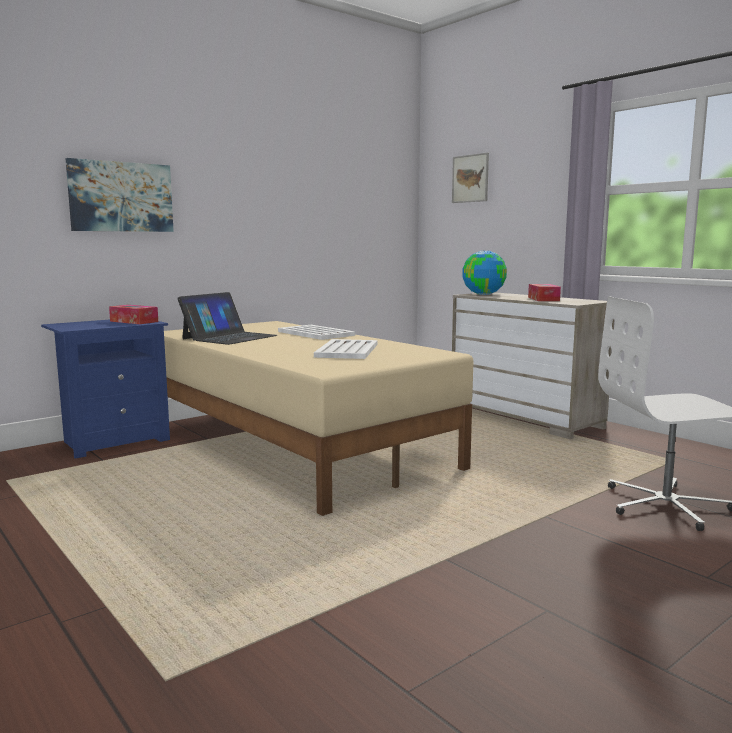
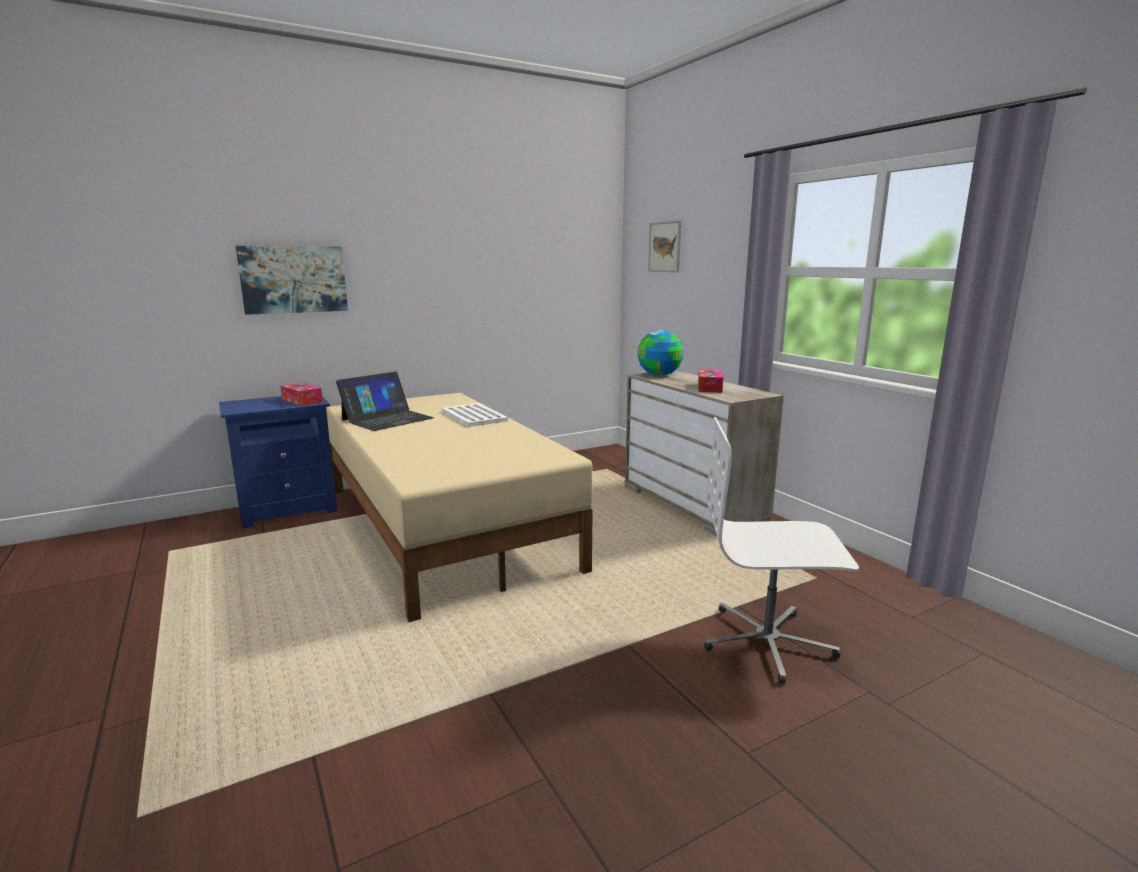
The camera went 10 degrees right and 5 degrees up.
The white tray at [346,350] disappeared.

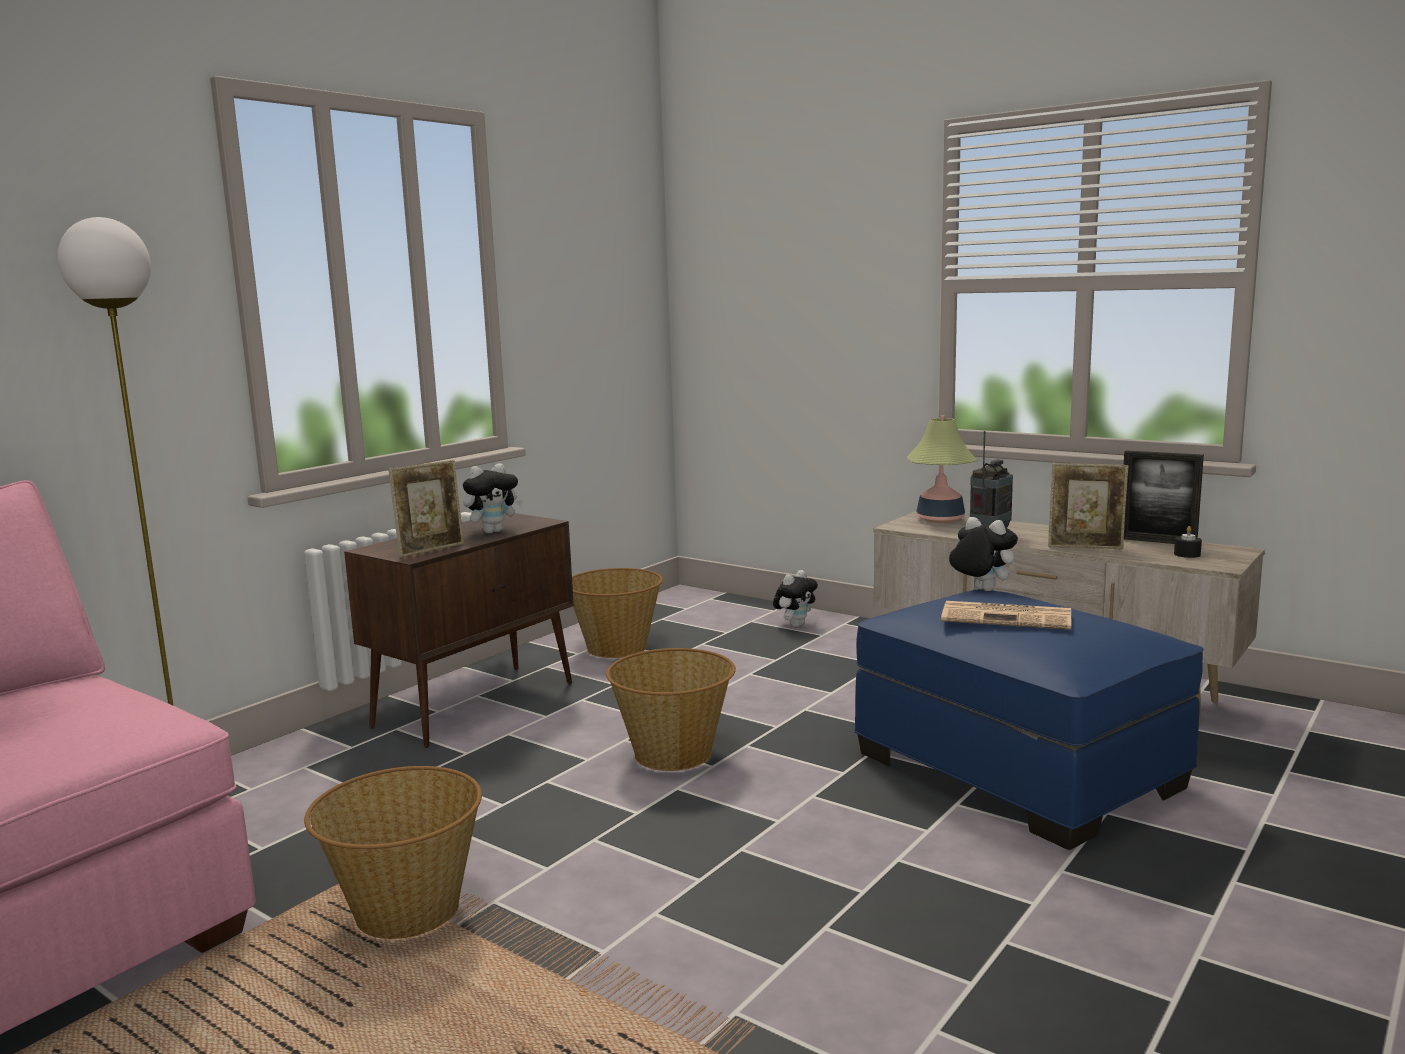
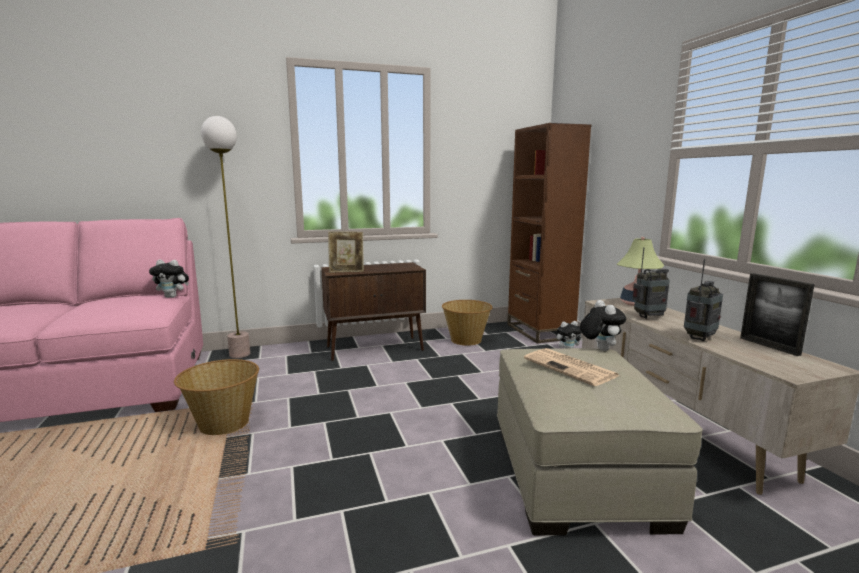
The camera went 35 degrees right and 0 degrees up.
The plush toy moved from [493,531] to [173,297].
The blue ottoman at [1014,768] became the beige ottoman at [574,470].
The brown bookcase at [539,331] appeared.
The picture frame at [1085,547] was replaced by the radio at [699,338].
The basket at [674,754] disappeared.
The black candle at [1187,554] disappeared.

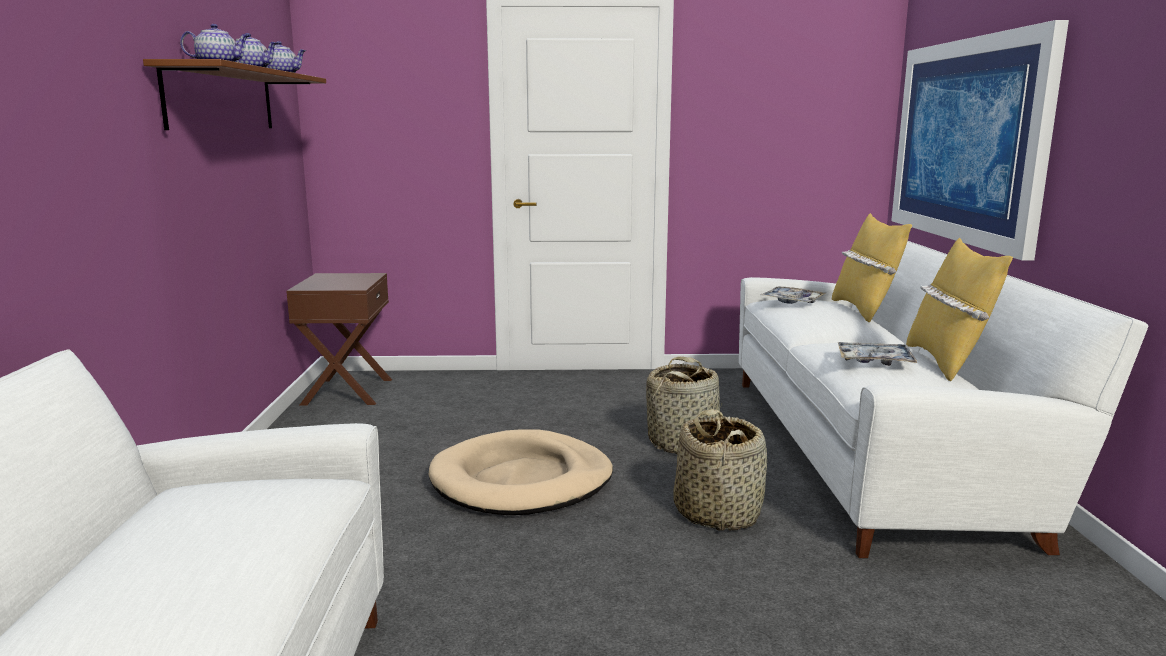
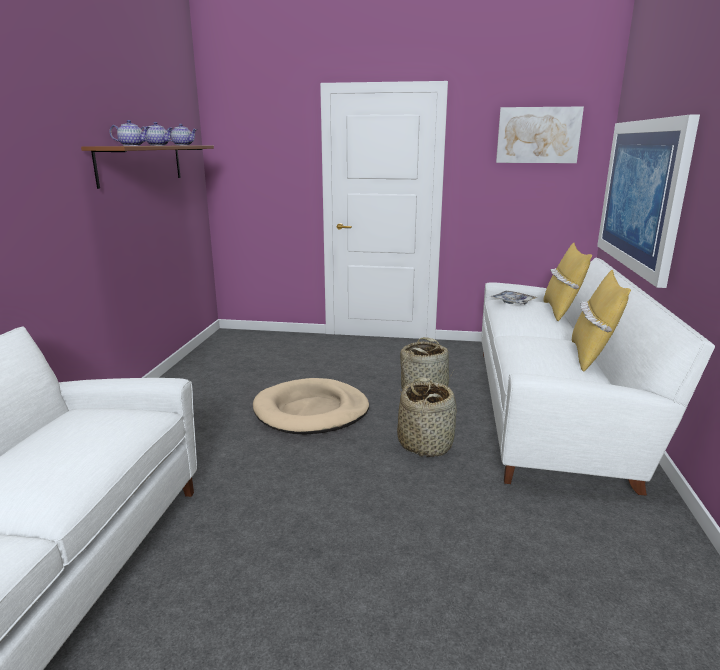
The camera went 10 degrees right and 5 degrees up.
The picture at [538,135] appeared.
The brown nightstand at [346,391] disappeared.
The tray at [874,361] disappeared.

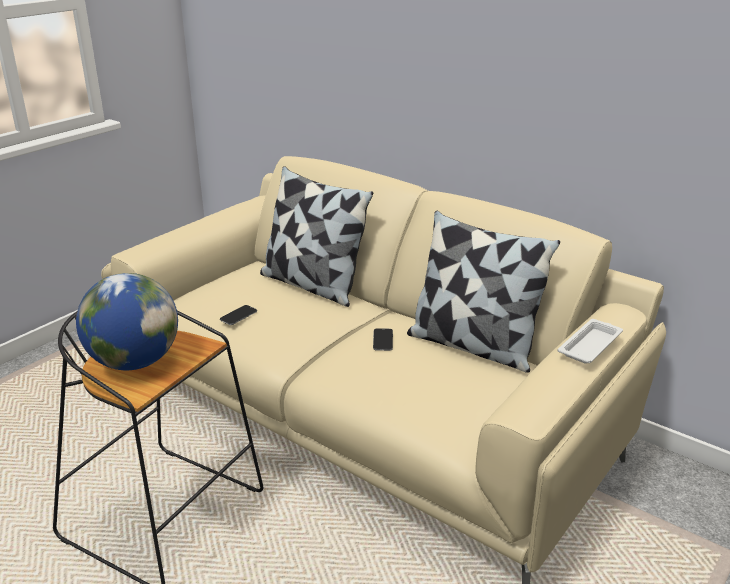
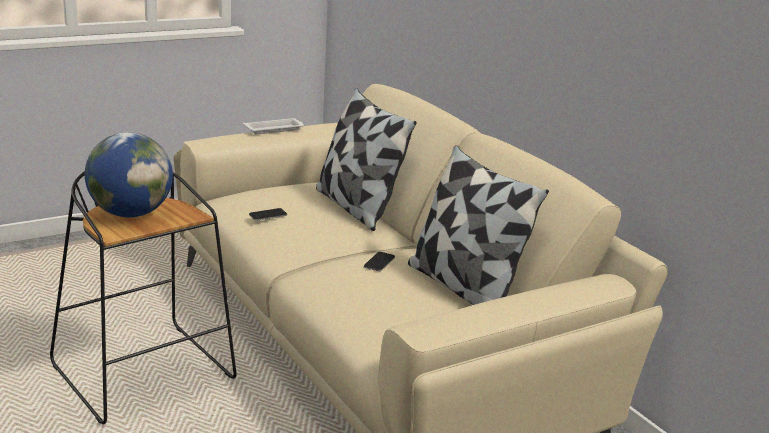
The camera went 20 degrees right and 5 degrees down.
The white tray moved from [590,345] to [274,129].

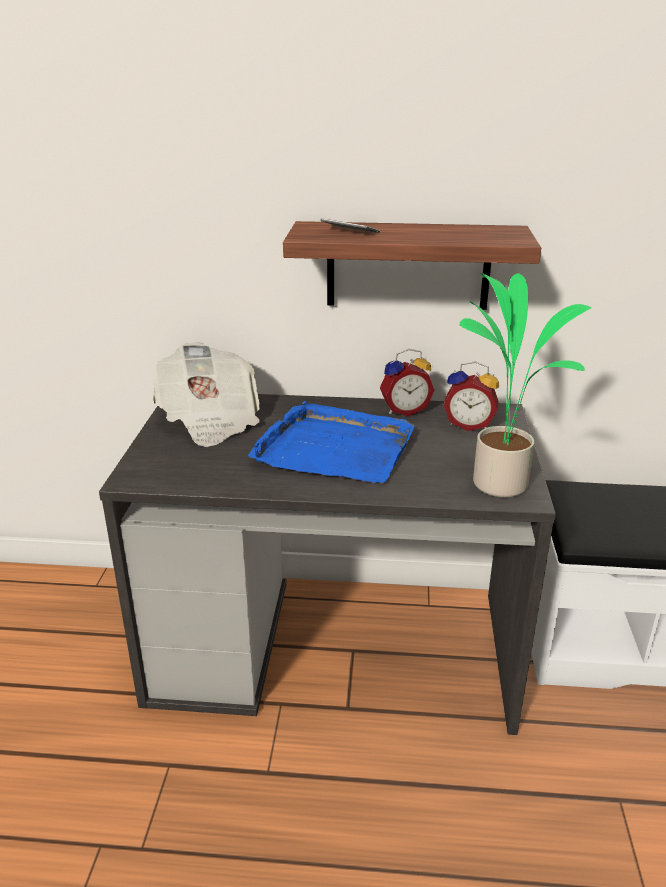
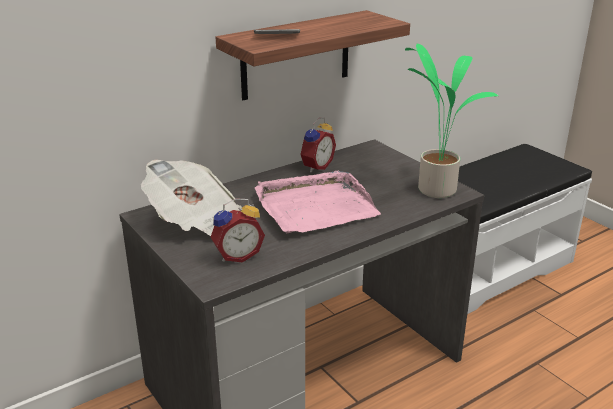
The camera went 40 degrees left and 0 degrees up.
The alarm clock moved from [469,424] to [237,255].
The blue tray at [335,448] became the pink tray at [314,207].

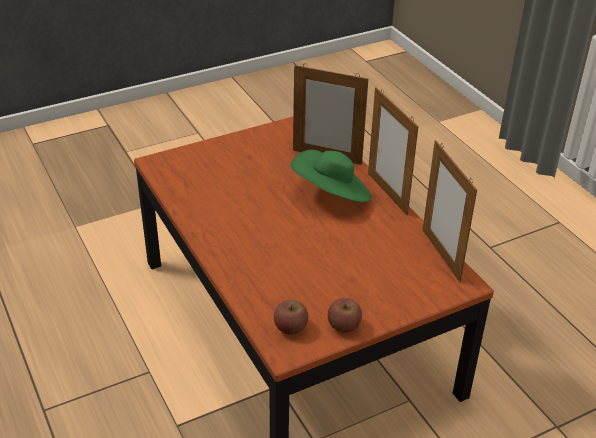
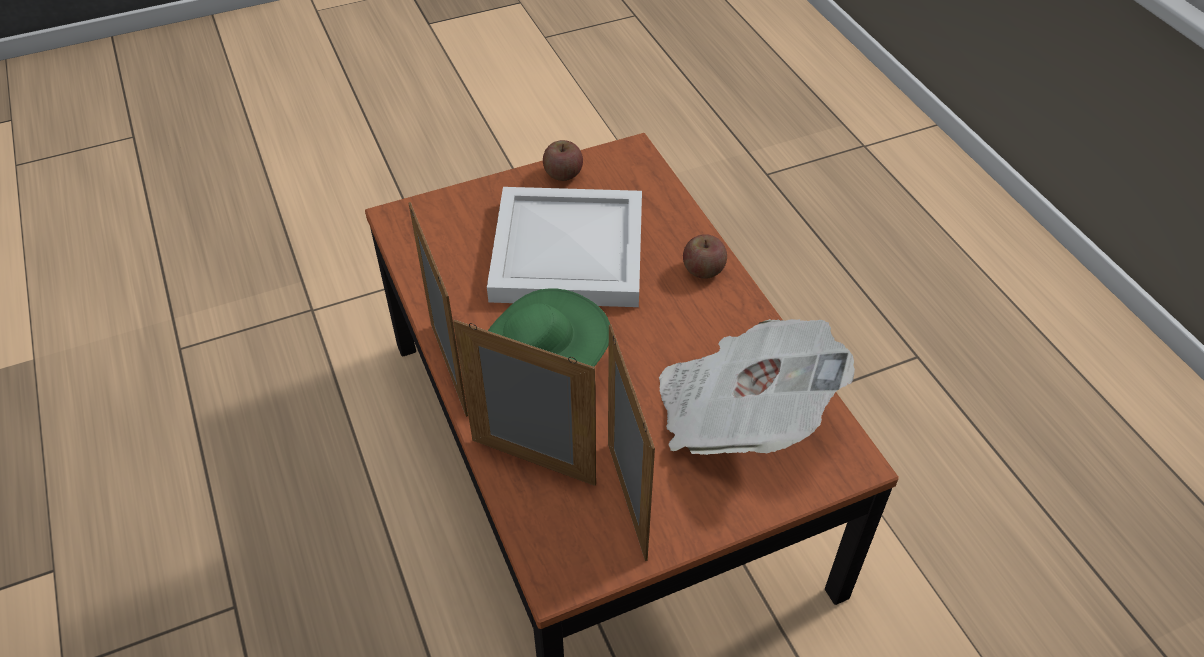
The camera went 175 degrees left and 10 degrees up.
The white tray at [566,250] appeared.
The picture frame moved from [441,255] to [626,499].
The newspaper at [741,414] appeared.
The apple moved from [290,327] to [703,270].

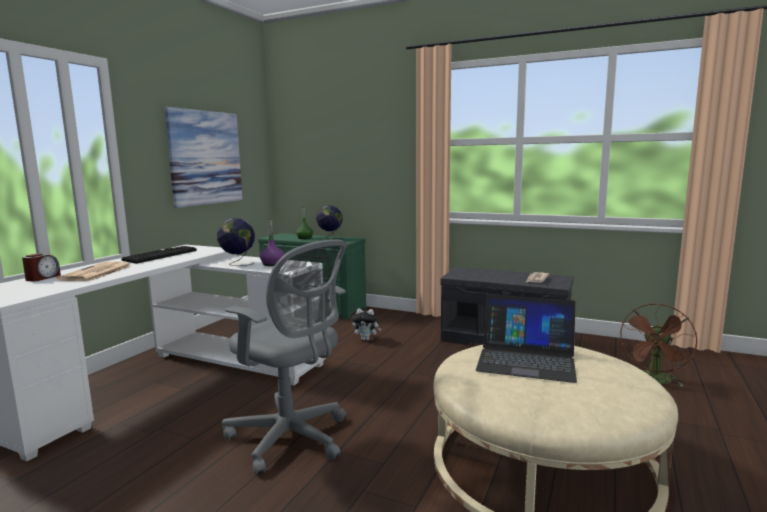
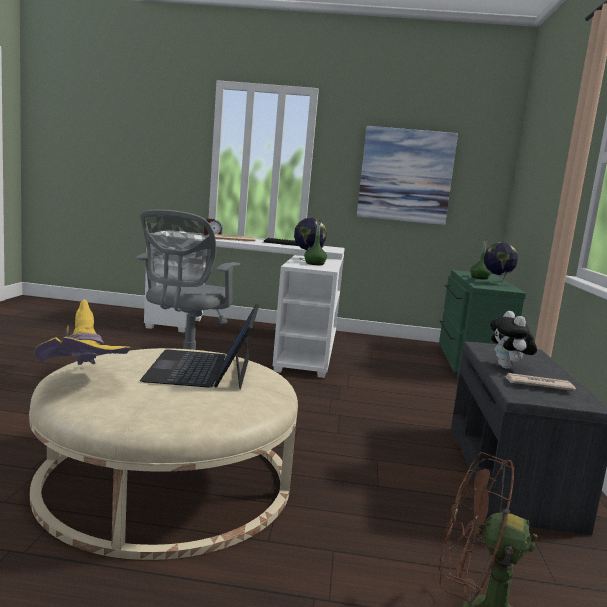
The camera went 70 degrees right and 0 degrees up.
The yellow hat at [83,383] appeared.
The purple bottle at [272,264] became the green bottle at [314,264].
The plush toy moved from [366,339] to [508,368].

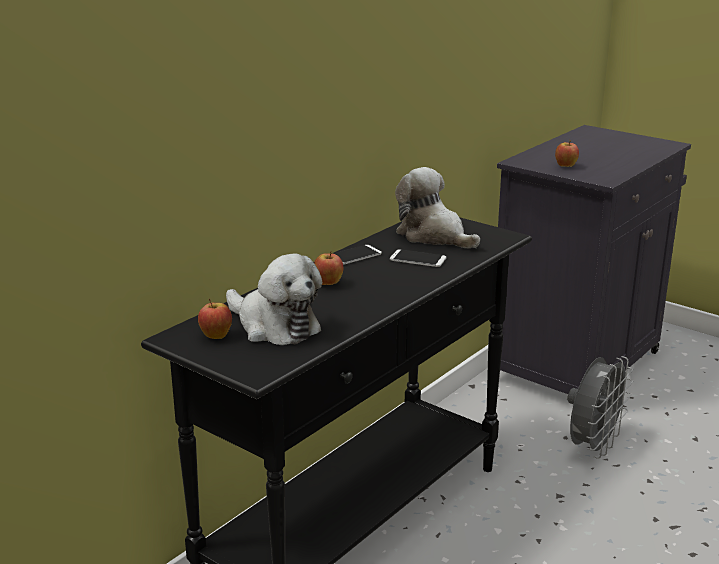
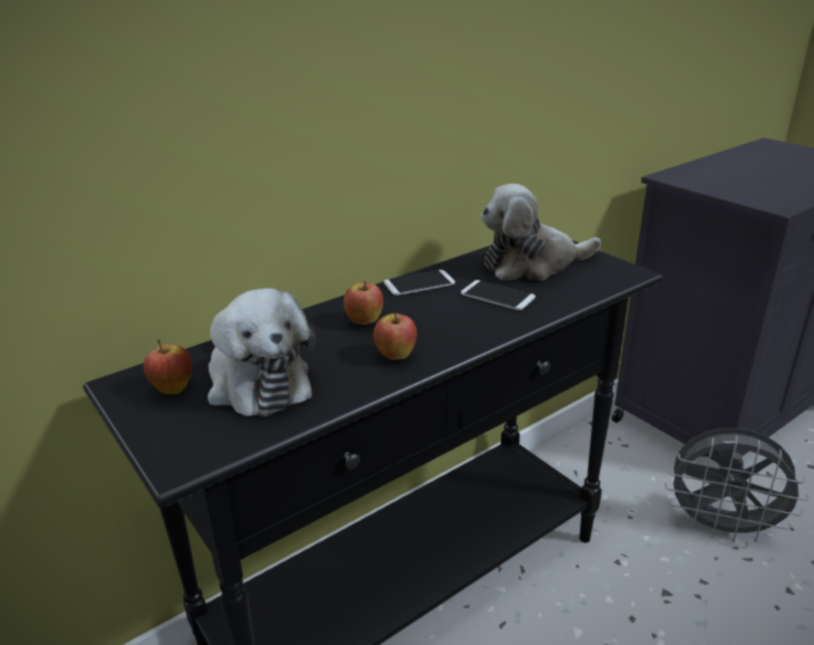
The camera went 15 degrees right and 5 degrees up.
The apple moved from [565,167] to [396,357].
The plush toy at [434,236] turned 75 degrees counterclockwise.
The grey fan at [593,447] turned 60 degrees clockwise.

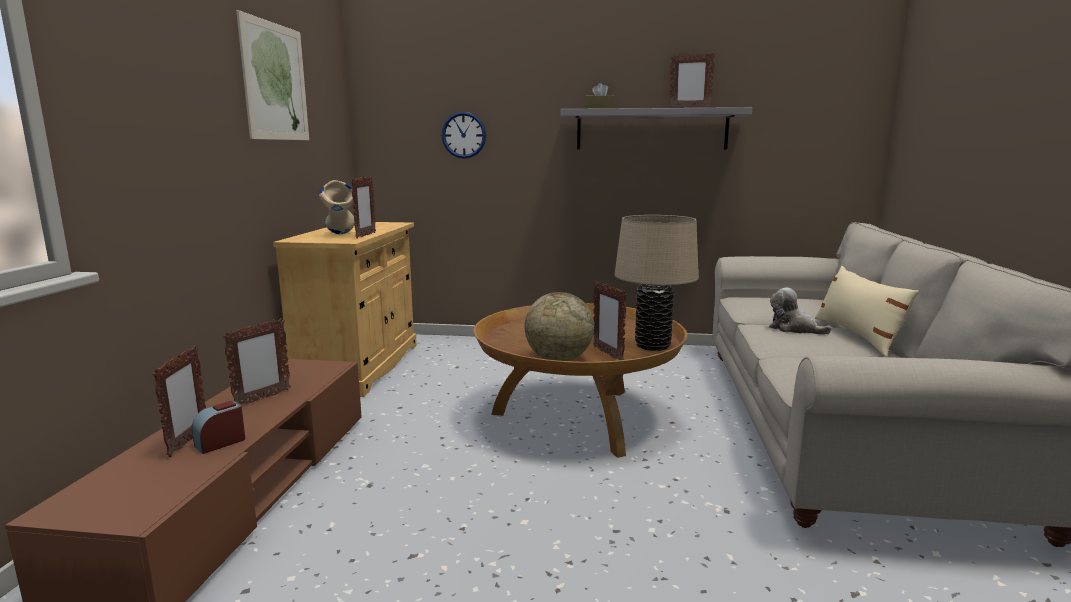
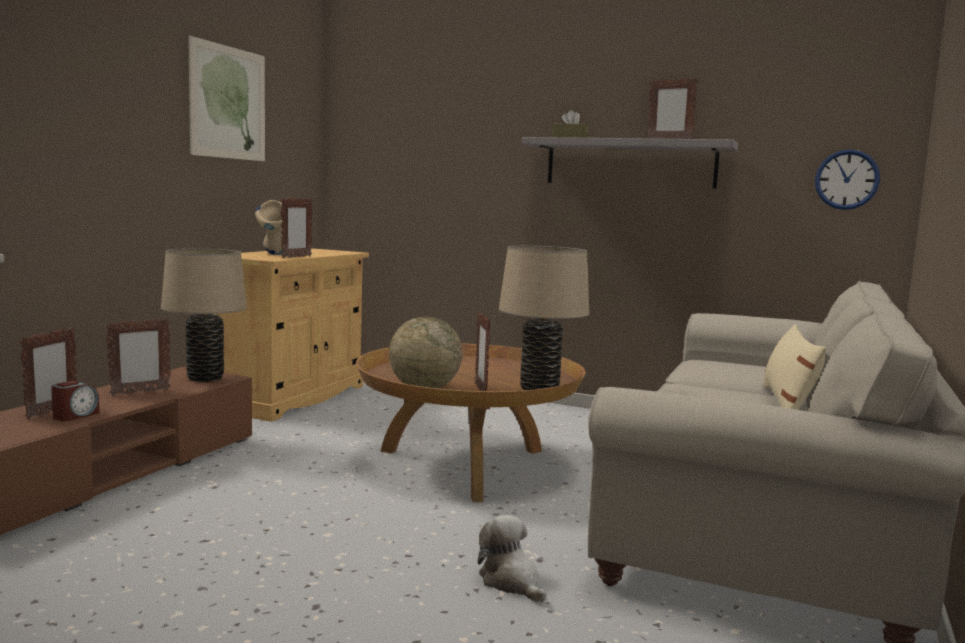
The camera went 15 degrees right and 5 degrees down.
The alarm clock at [220,443] turned 150 degrees clockwise.
The beige table lamp at [205,378] appeared.
The plush toy moved from [794,329] to [511,582].
The wall clock moved from [464,135] to [846,179].

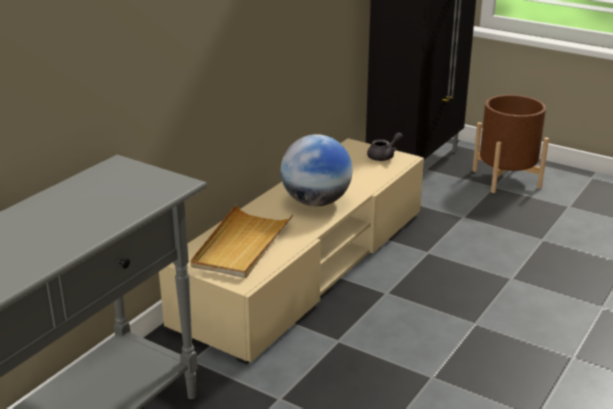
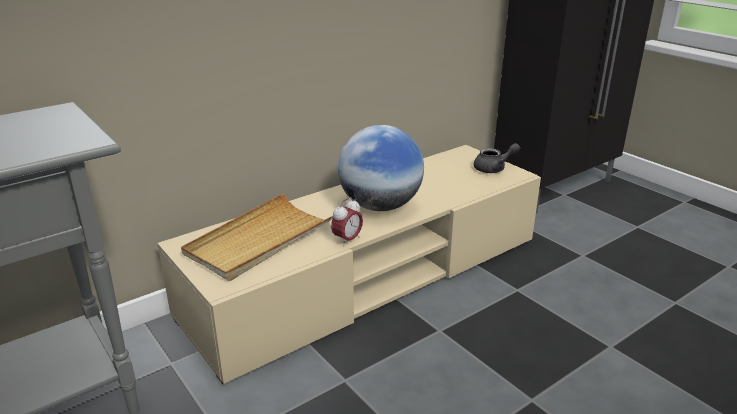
The camera went 20 degrees right and 0 degrees up.
The alarm clock at [347,240] appeared.
The brown planter at [506,179] disappeared.

